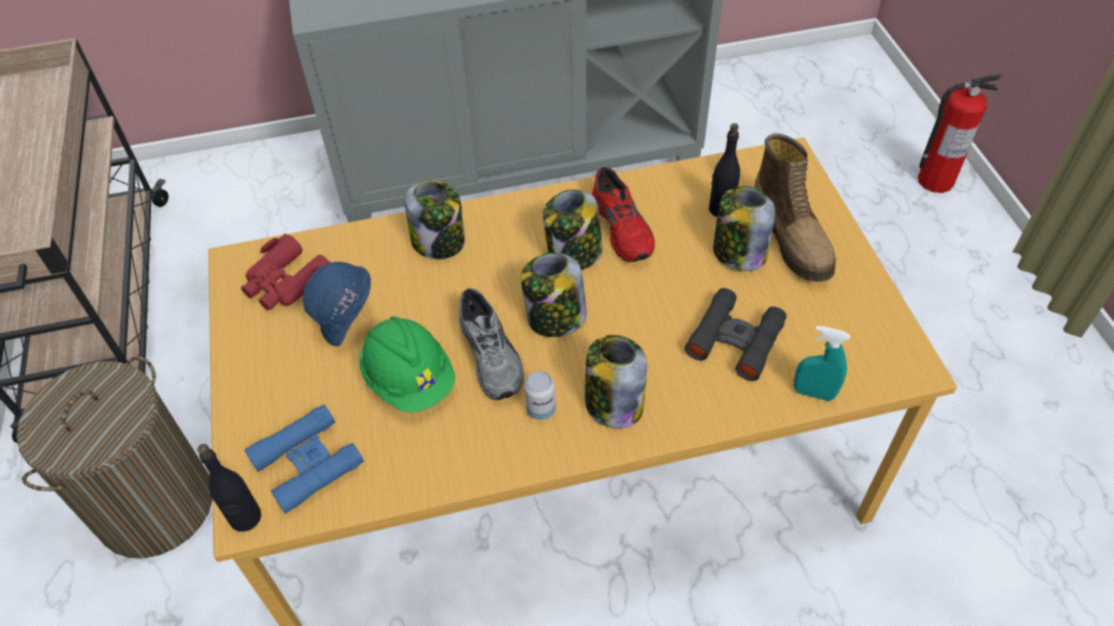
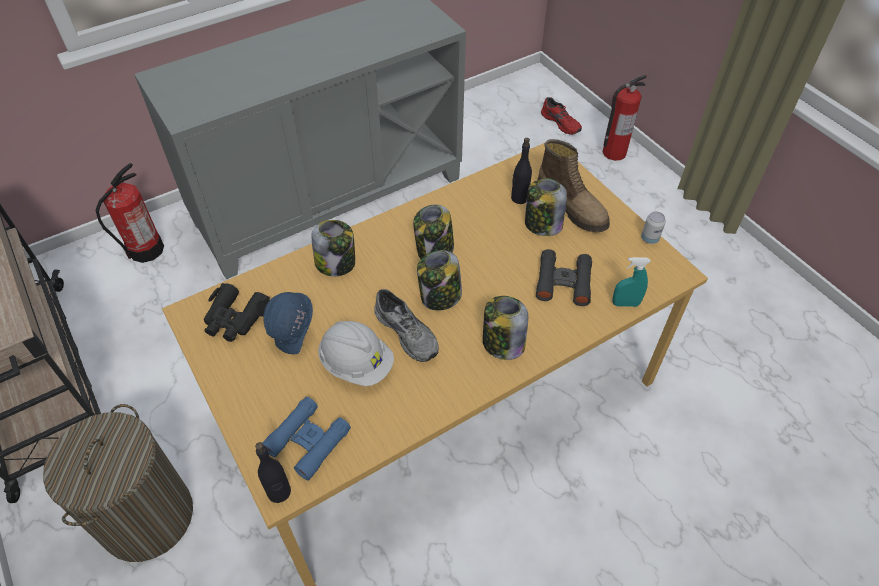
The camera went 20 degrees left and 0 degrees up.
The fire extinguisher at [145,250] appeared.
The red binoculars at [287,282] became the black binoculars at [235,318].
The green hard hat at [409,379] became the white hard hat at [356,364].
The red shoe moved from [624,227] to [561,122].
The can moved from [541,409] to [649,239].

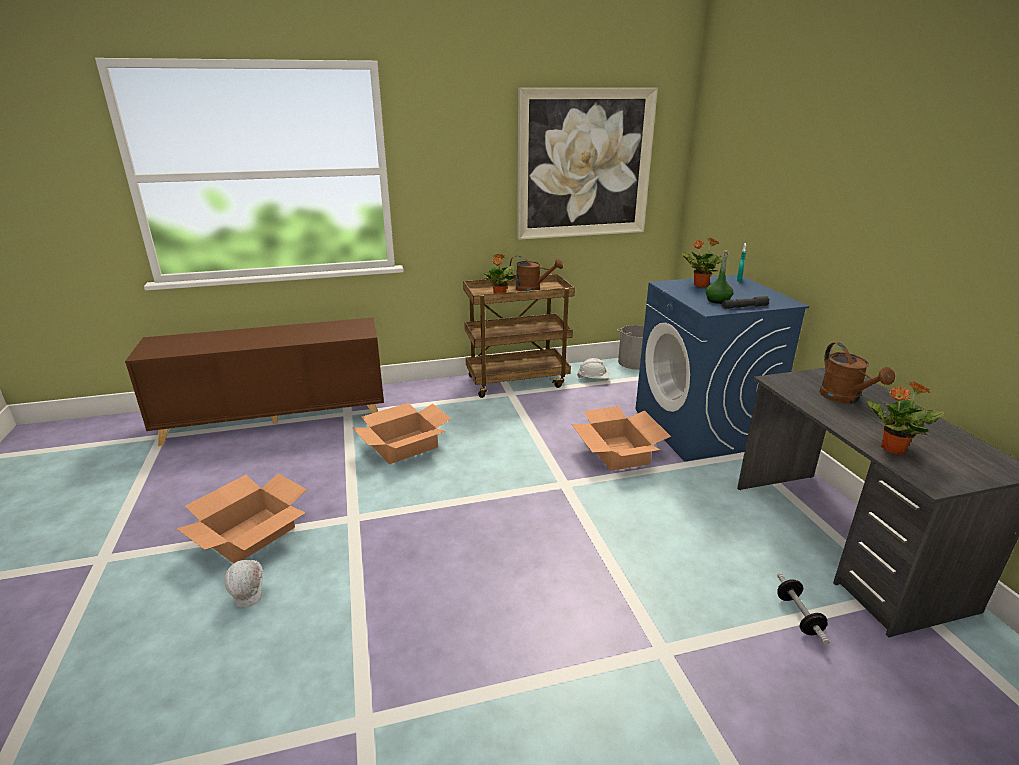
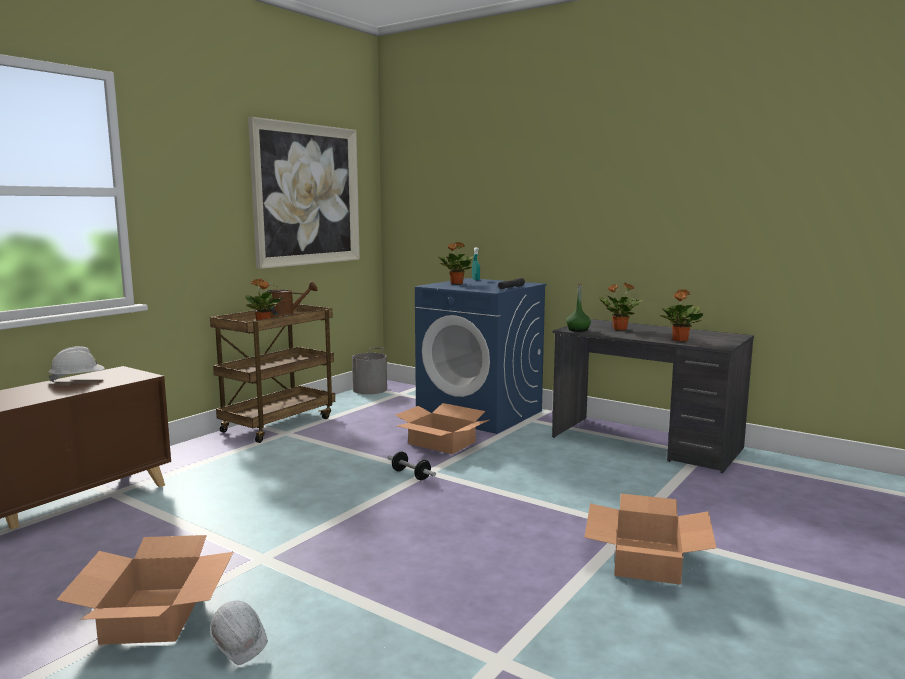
The camera went 40 degrees left and 15 degrees down.
The white hard hat moved from [593,379] to [78,379].
The dumbbell moved from [798,616] to [411,475].
The green bottle moved from [717,300] to [578,330].
The cardboard box moved from [404,446] to [646,560].
The brown watering can at [845,398] was replaced by the potted plant at [619,329].

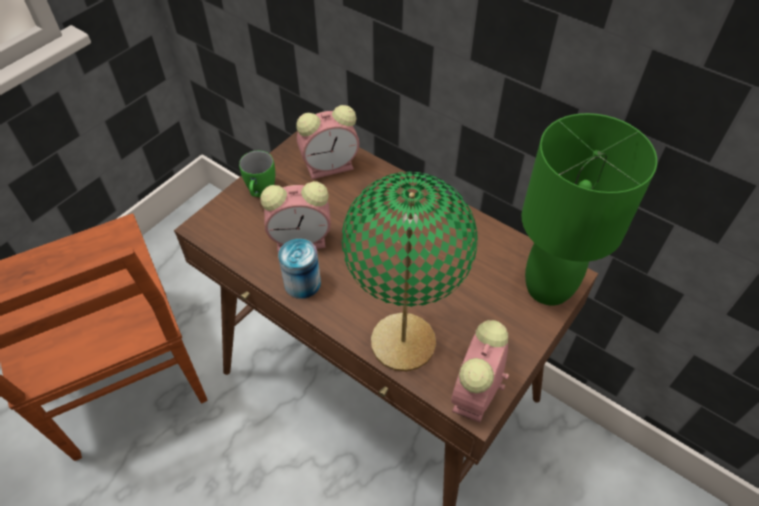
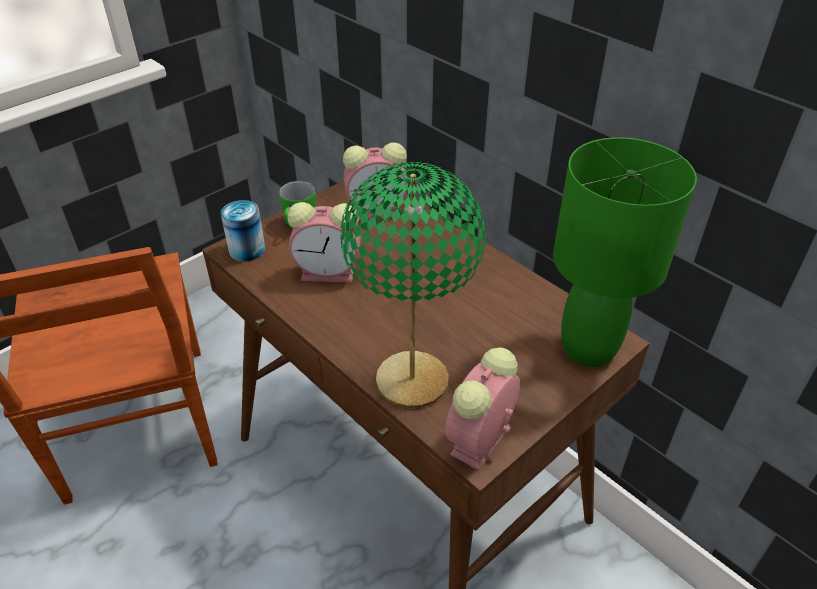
The camera went 10 degrees right and 10 degrees down.
The can moved from [302,283] to [247,250].

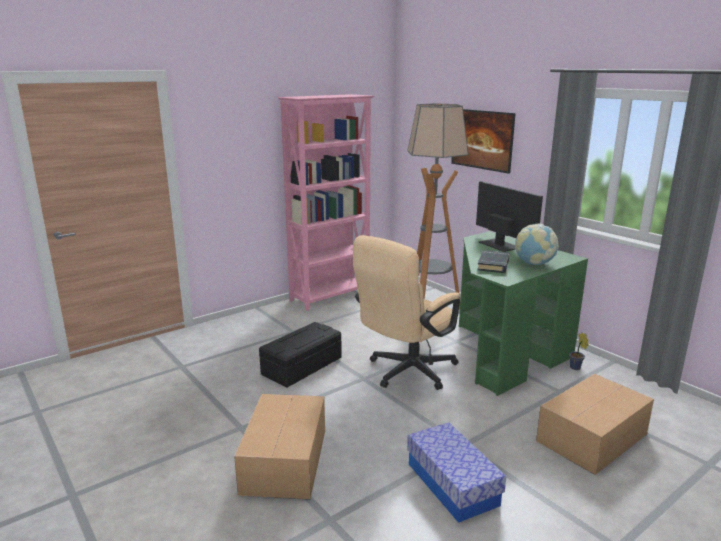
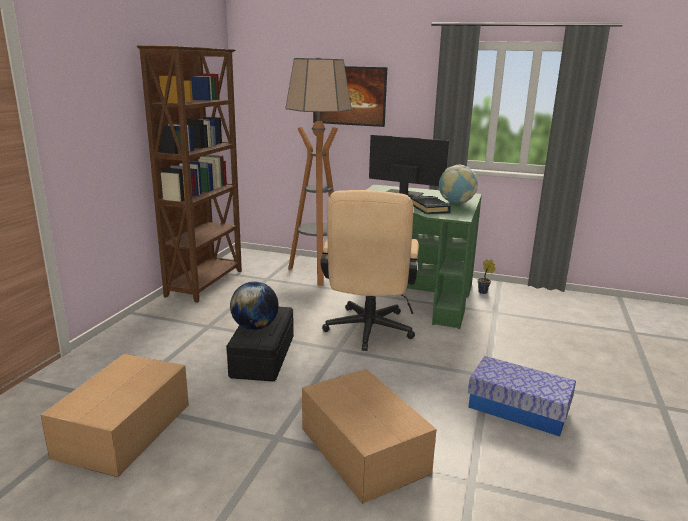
The camera went 35 degrees left and 0 degrees up.
The cardboard box moved from [593,437] to [126,429].
The pink bookcase at [331,296] became the brown bookcase at [206,283].
The globe at [255,327] appeared.

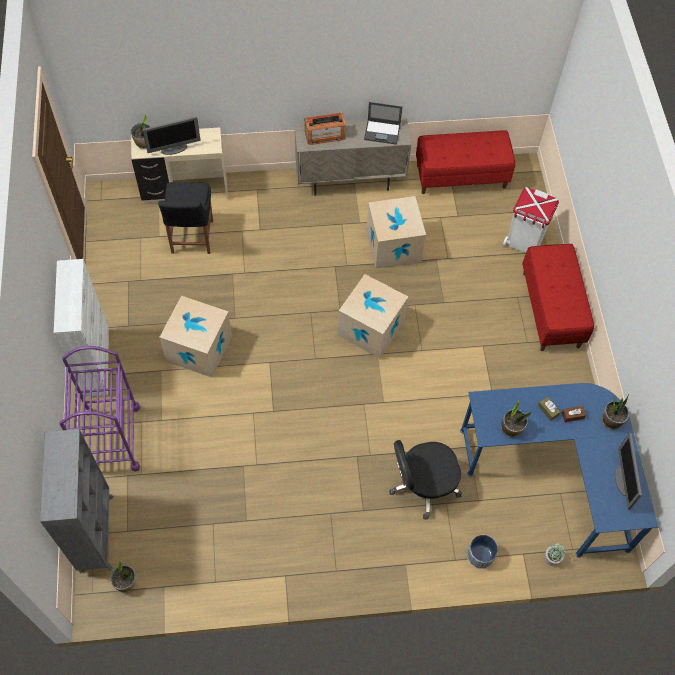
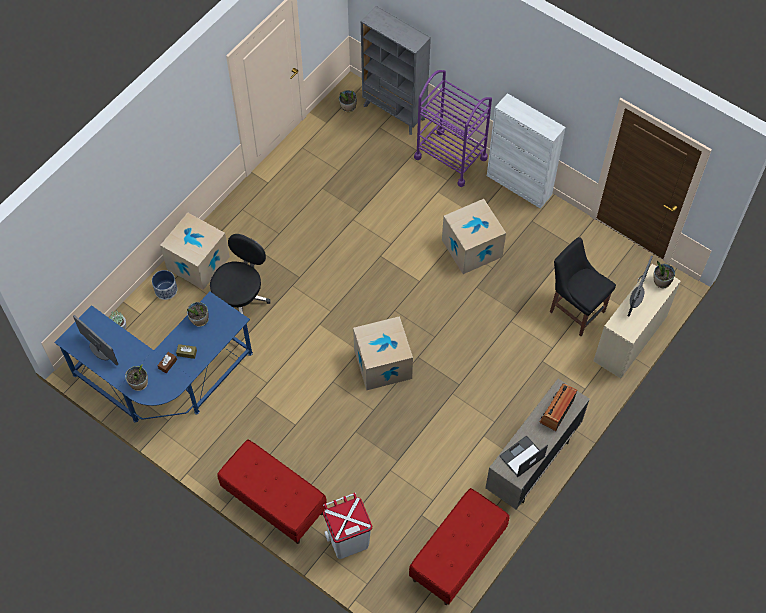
The camera went 135 degrees right and 0 degrees up.
The cardboard box moved from [393,246] to [198,263].

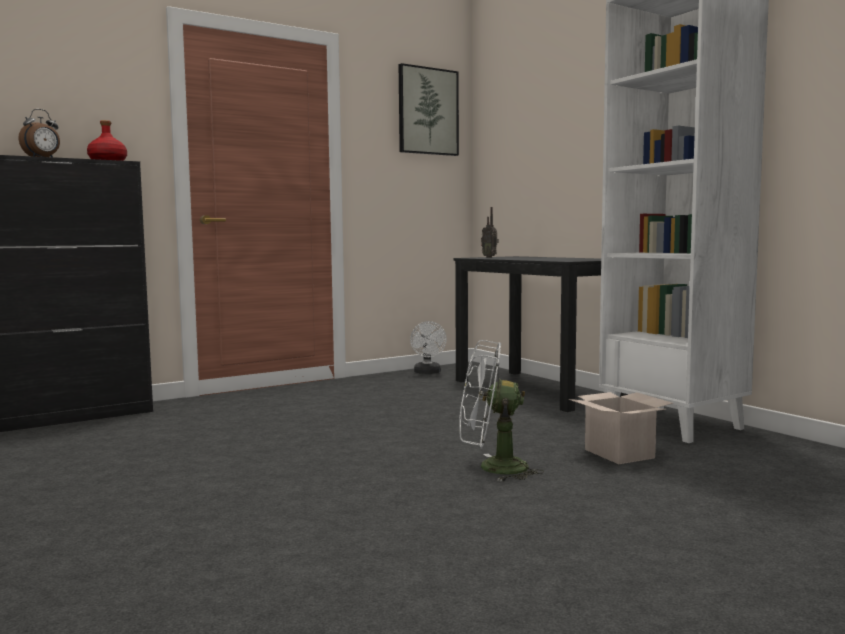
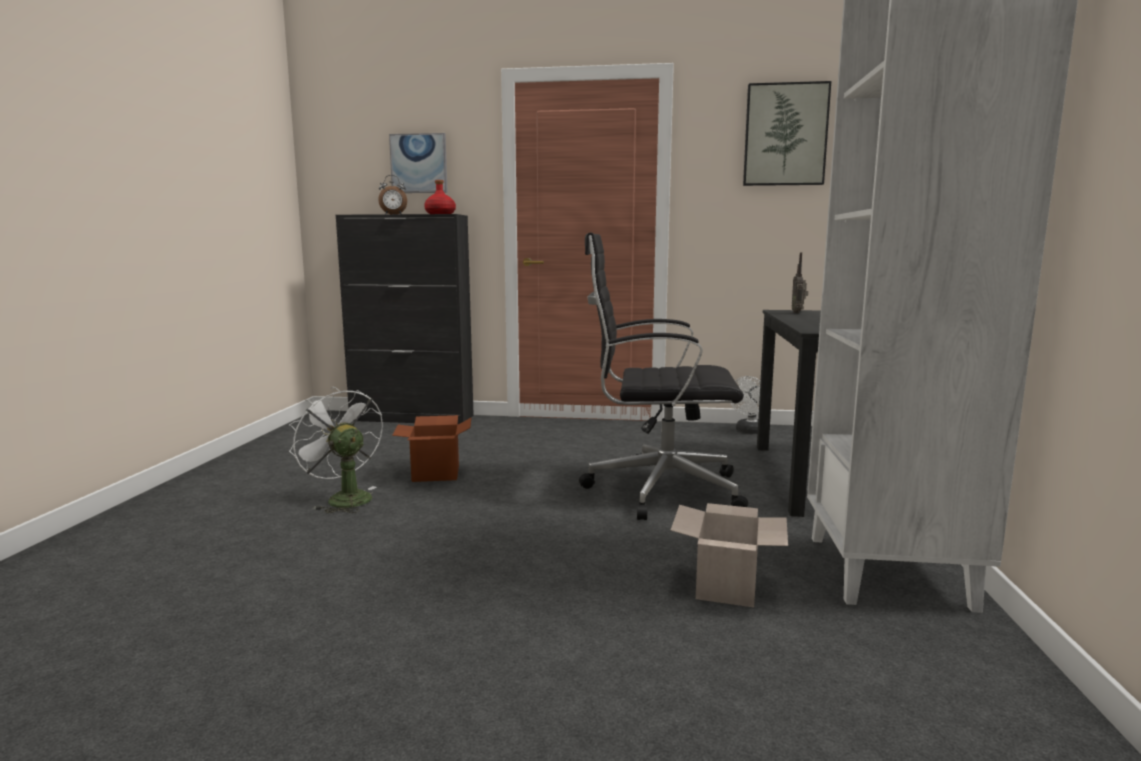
The camera went 40 degrees right and 5 degrees up.
The white fan moved from [492,468] to [343,498].
The picture at [419,163] appeared.
The cardboard box at [436,473] appeared.
The black office chair at [659,489] appeared.

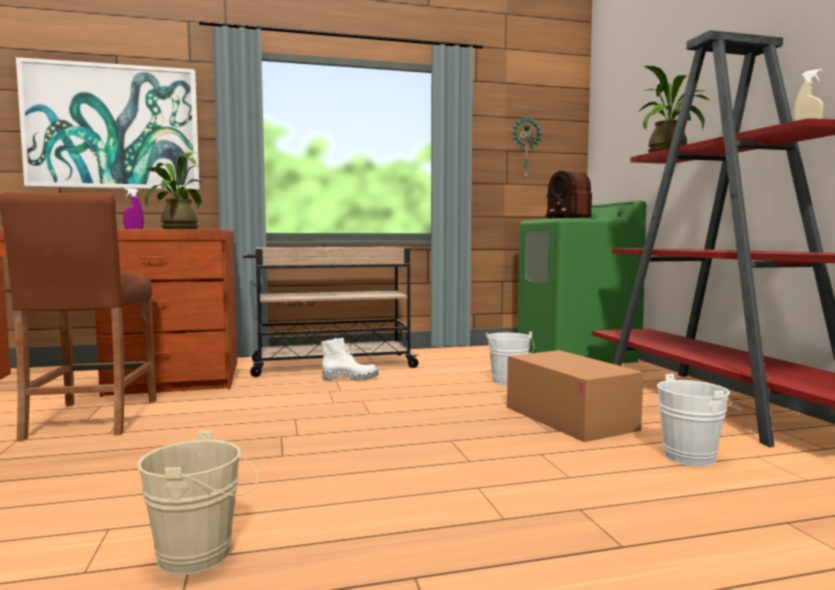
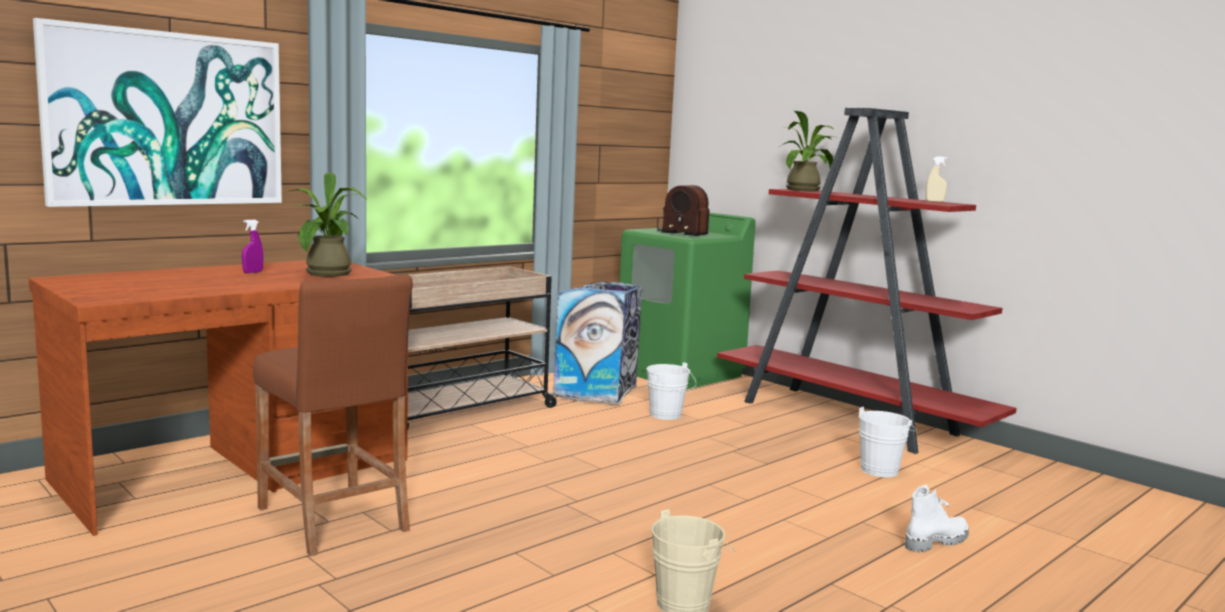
The camera went 30 degrees left and 5 degrees up.
The trash can at [596,392] appeared.
The white boot moved from [350,378] to [935,541].
The cardboard box at [569,418] disappeared.
The wall clock at [525,148] disappeared.

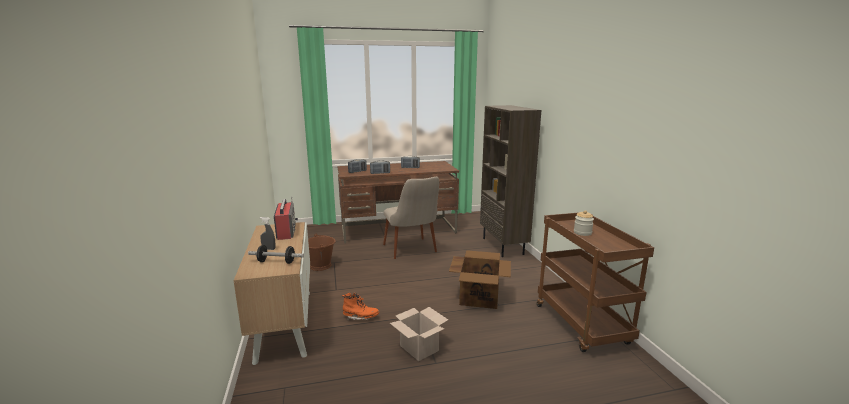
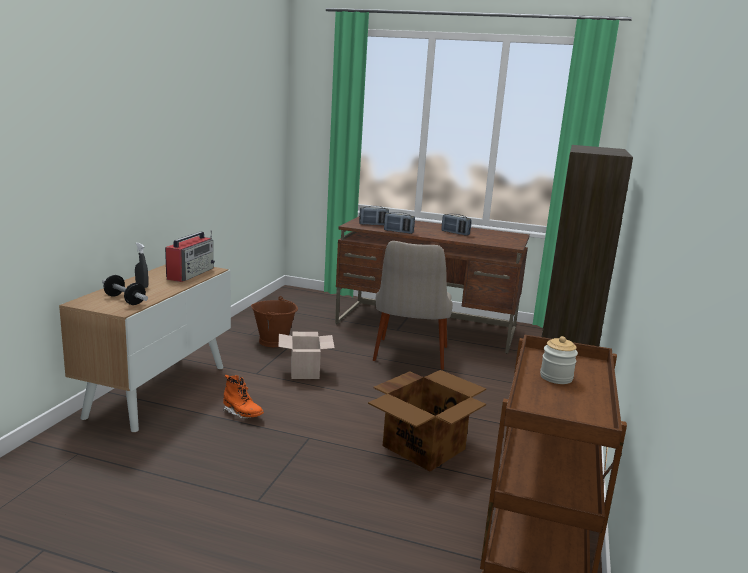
The camera went 30 degrees right and 0 degrees up.
The cardboard box moved from [420,348] to [305,372].

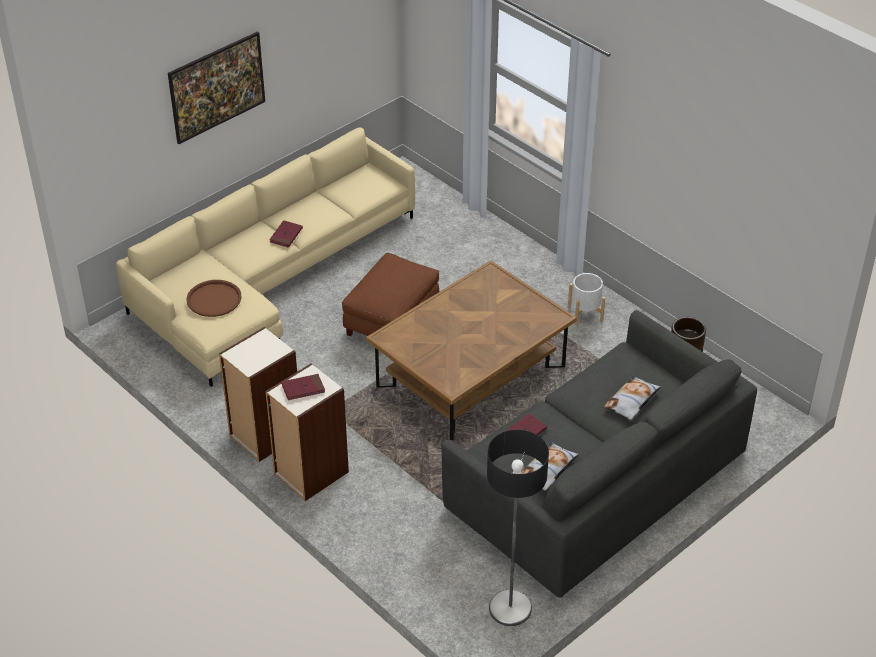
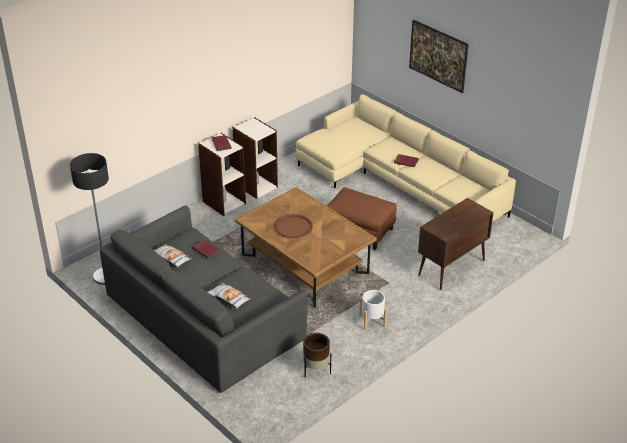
The camera went 90 degrees right and 5 degrees down.
The brown tray moved from [214,299] to [293,227].
The brown cabinet at [451,268] appeared.

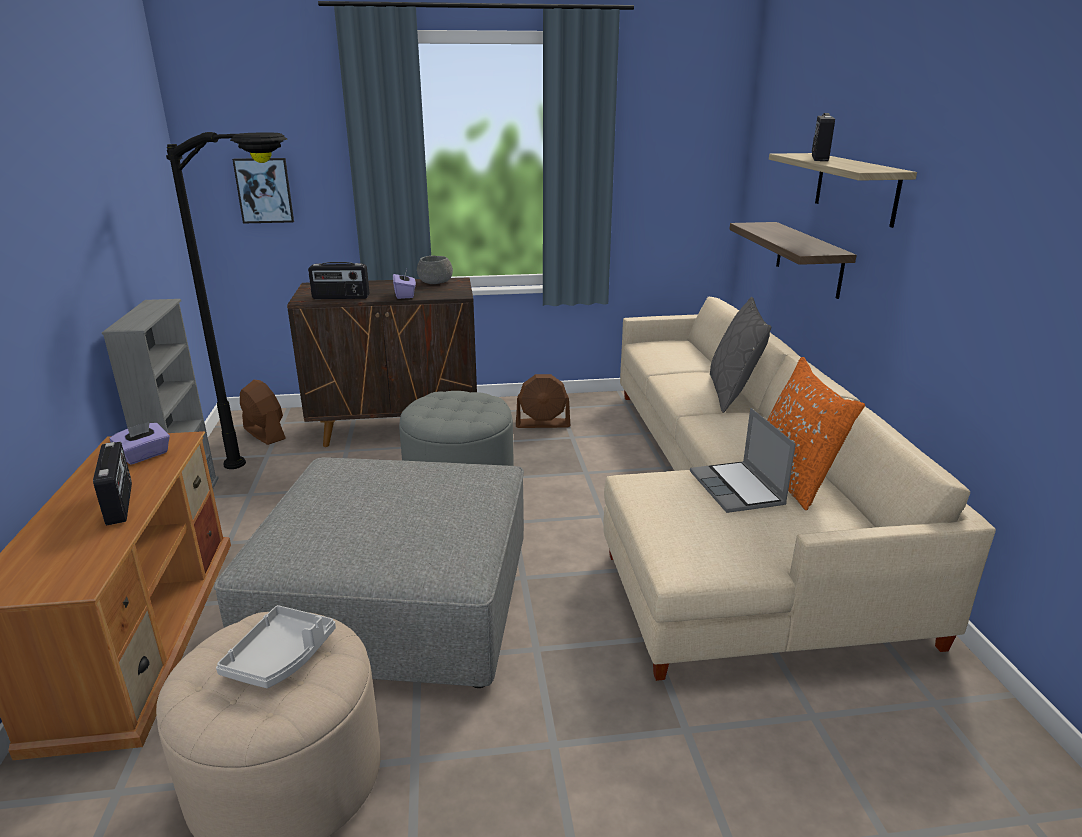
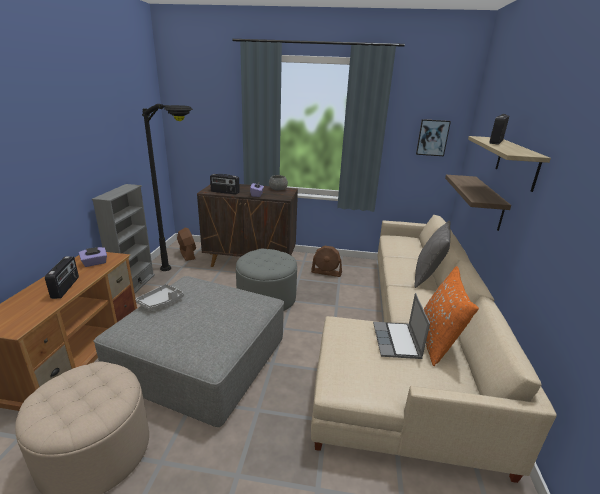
The camera went 15 degrees right and 0 degrees up.
The grey tray moved from [281,657] to [161,302].
The picture moved from [264,190] to [432,137].

